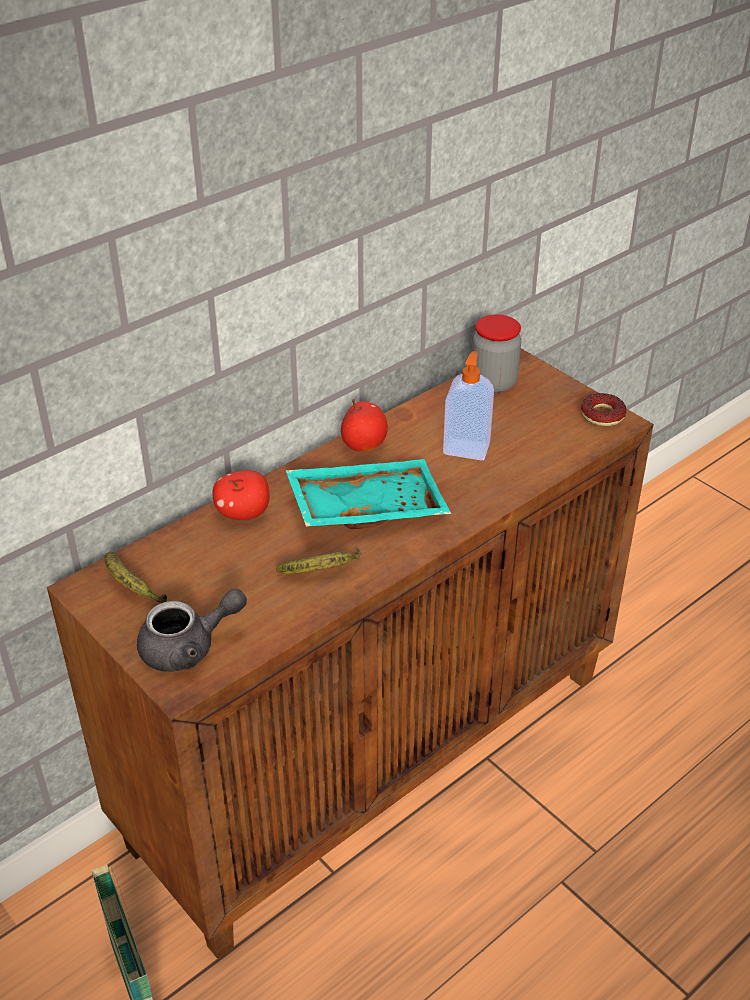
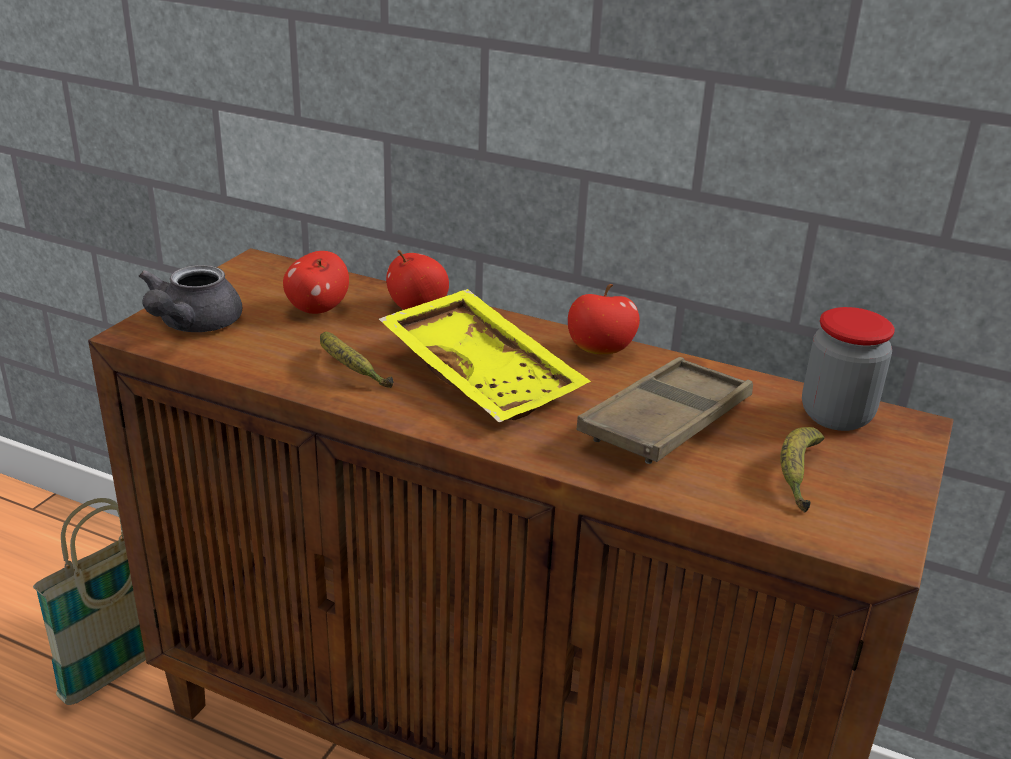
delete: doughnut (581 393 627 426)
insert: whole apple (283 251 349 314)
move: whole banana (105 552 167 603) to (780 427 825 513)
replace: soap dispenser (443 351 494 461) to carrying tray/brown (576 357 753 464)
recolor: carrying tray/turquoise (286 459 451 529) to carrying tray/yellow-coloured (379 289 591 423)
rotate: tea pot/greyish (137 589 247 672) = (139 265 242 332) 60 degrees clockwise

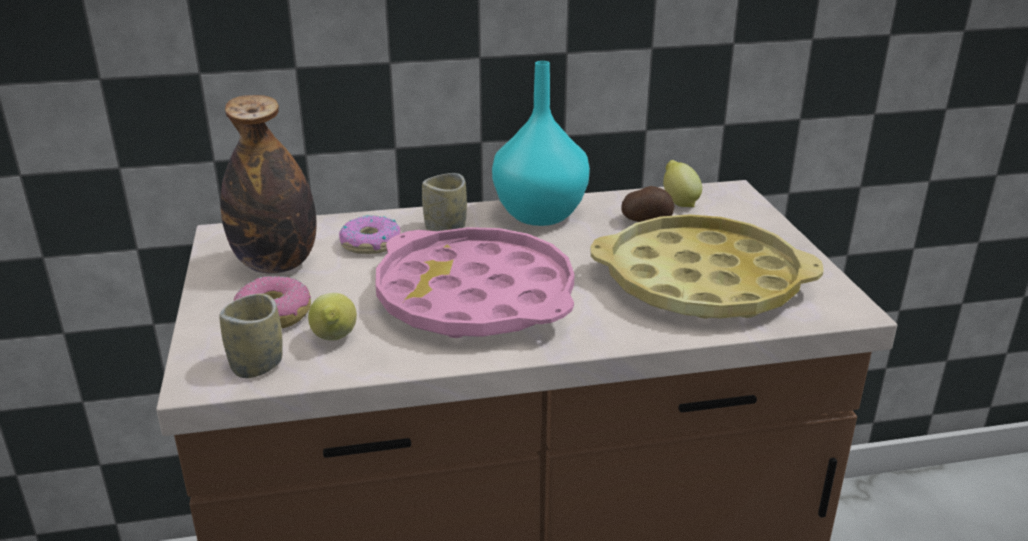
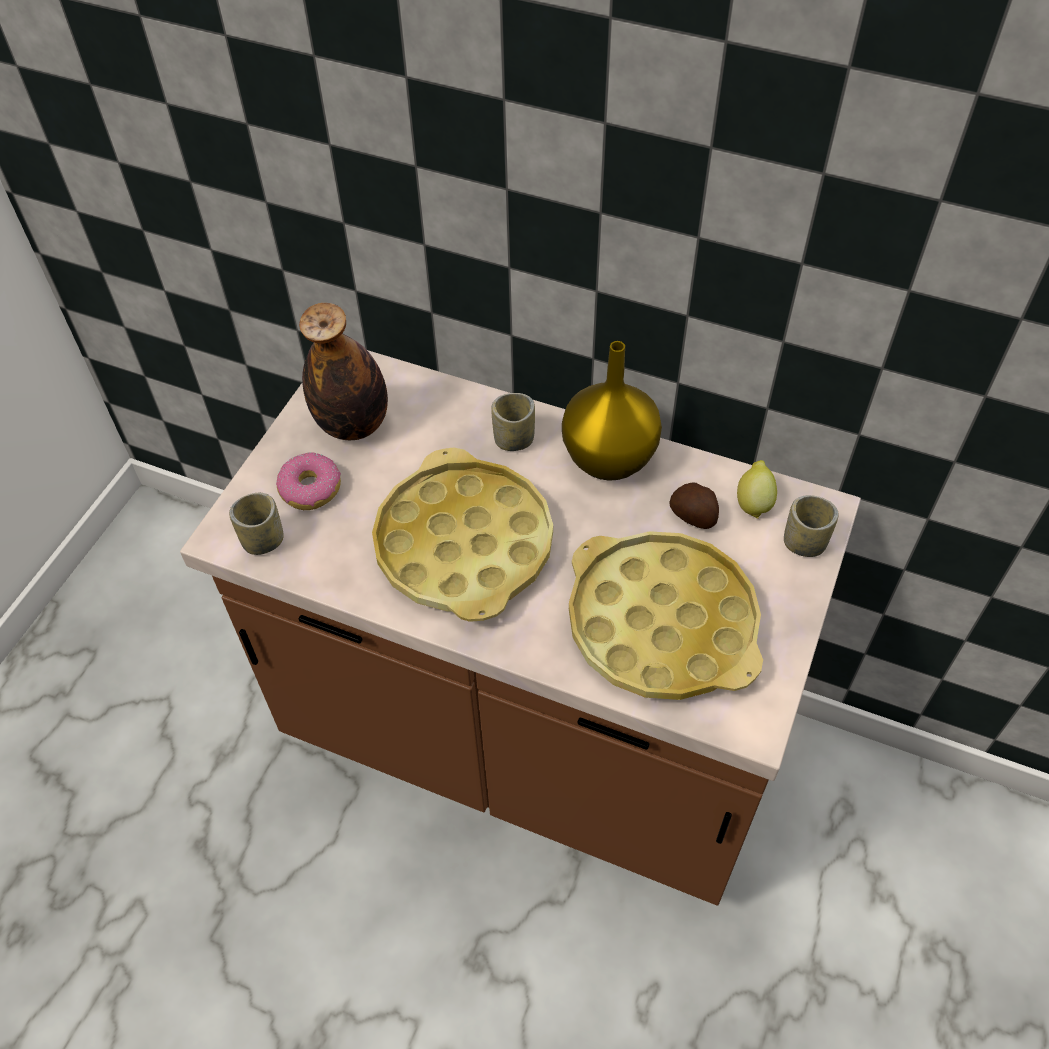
delete: whole lemon (308 293 357 341); doughnut (339 215 401 254)
insert: drinking cup (784 495 839 557)
recolor: carrying tray/pink (375 227 575 338) to carrying tray/yellow-coloured (372 448 553 622); vase/turquoise (492 61 590 226) to vase/yellow-coloured (562 341 662 481)

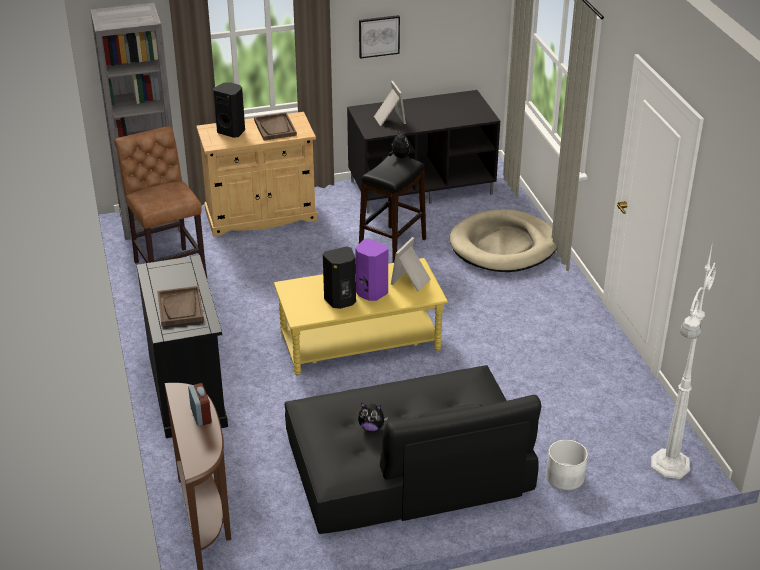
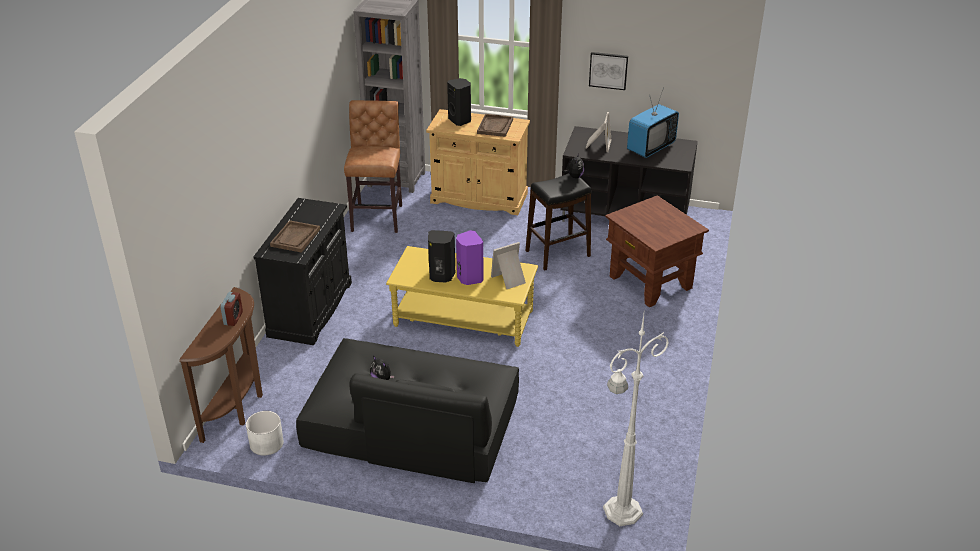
insert: television (627 88 679 158)
move: planter/whitish (546 439 588 490) to (246 411 284 456)
replace: dog cushion/beige-coloured (450 209 557 272) to accent table/brown (605 195 709 307)

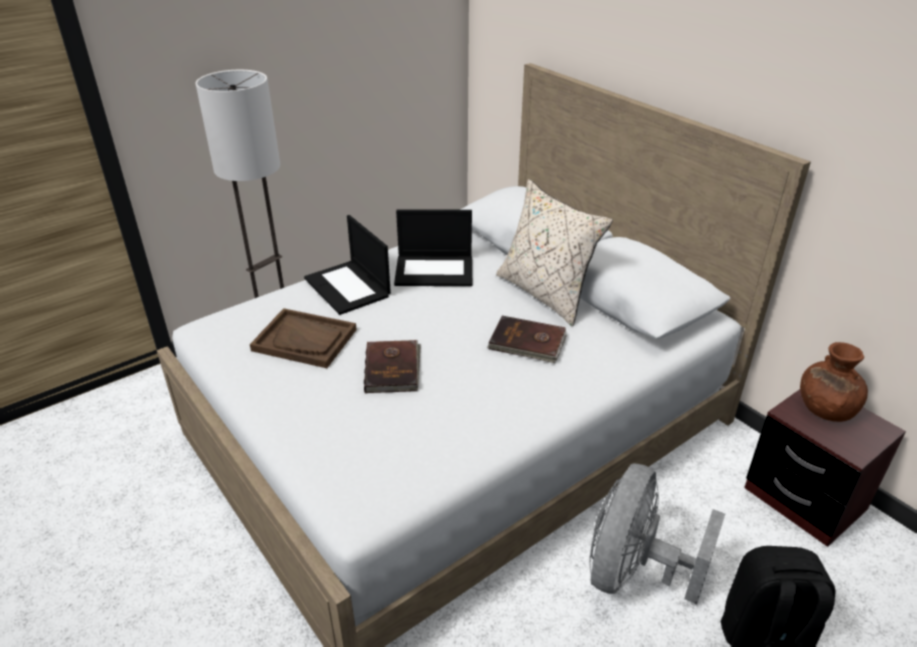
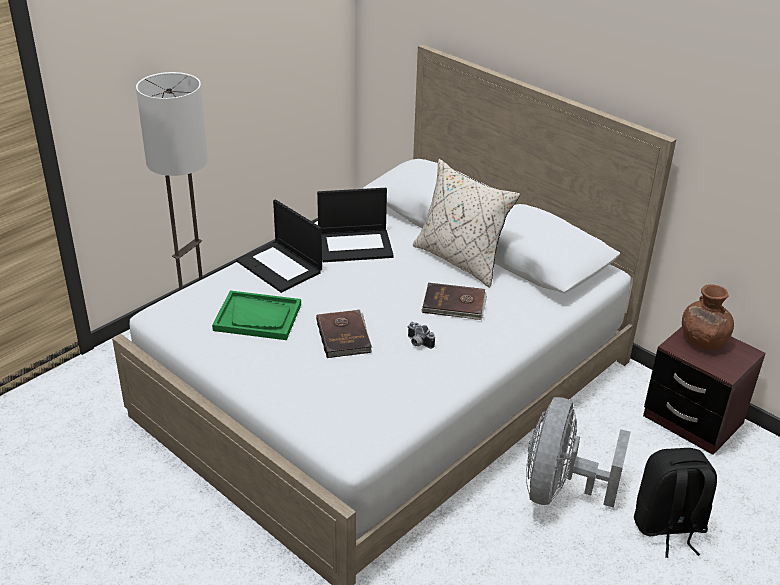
insert: still camera (407 322 435 349)
recolor: carrying tray/brown (250 308 357 368) to carrying tray/greenish (212 291 301 340)

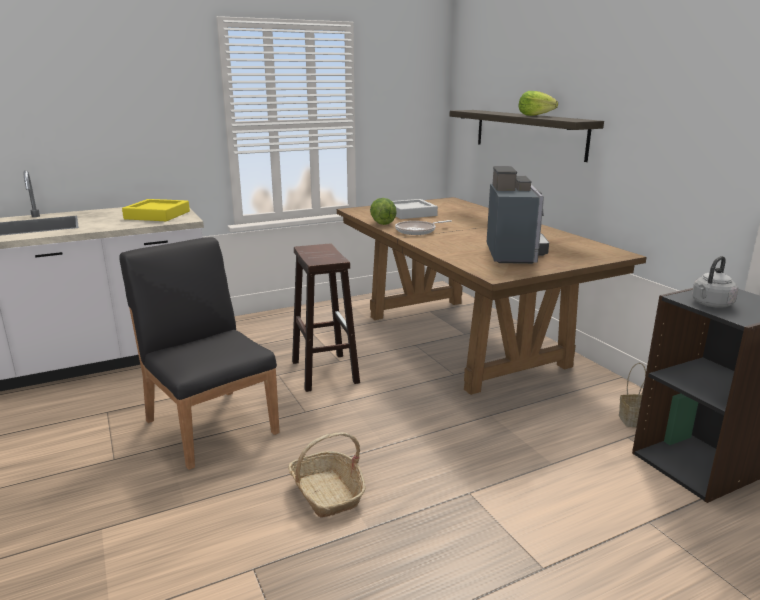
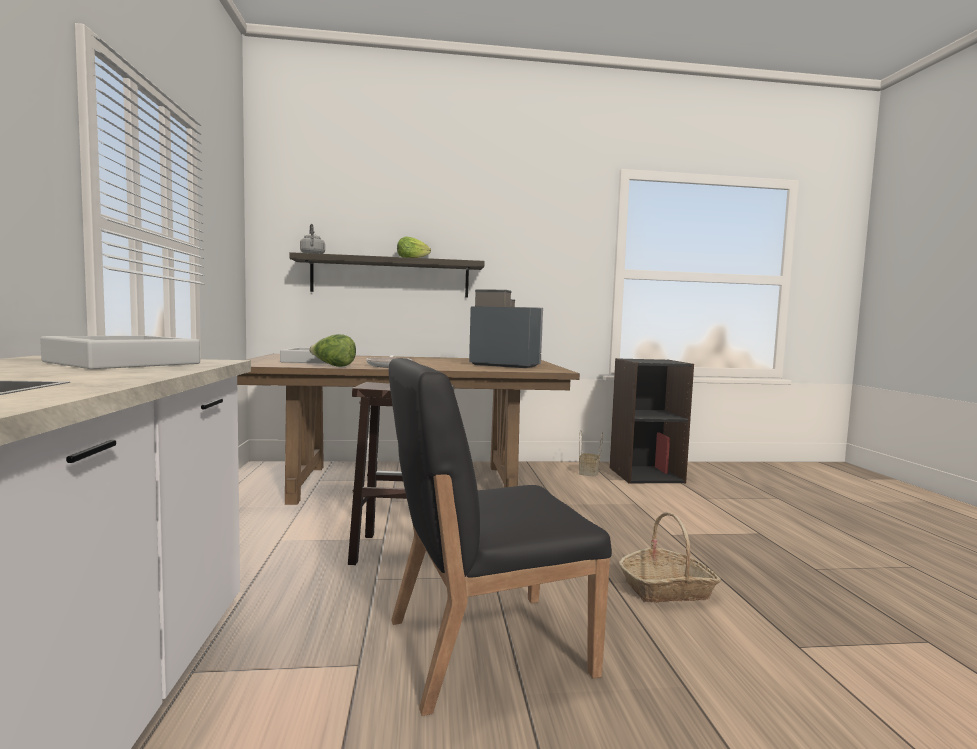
move: tea kettle/greyish (692 256 738 308) to (300 224 325 254)
recolor: carrying tray/yellow-coloured (122 199 190 221) to carrying tray/greyish (40 336 200 369)

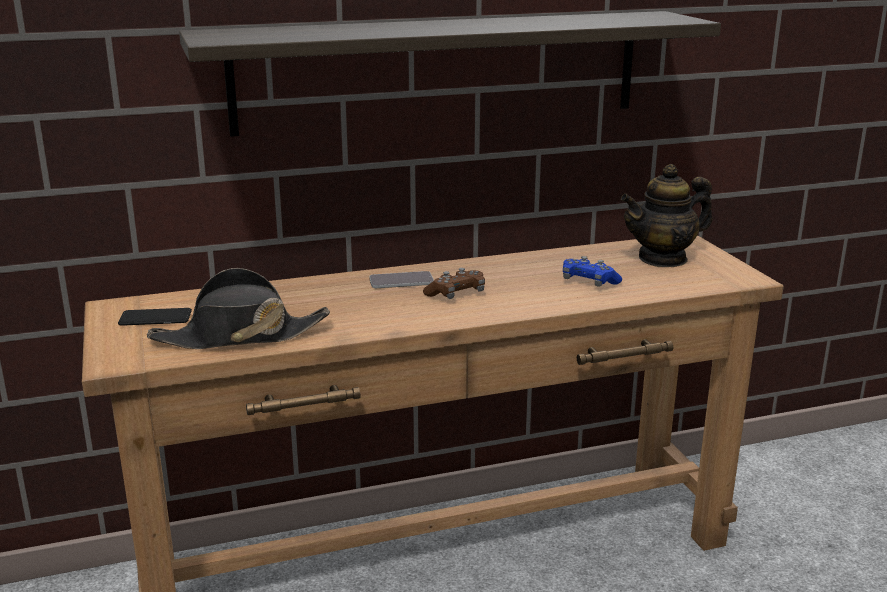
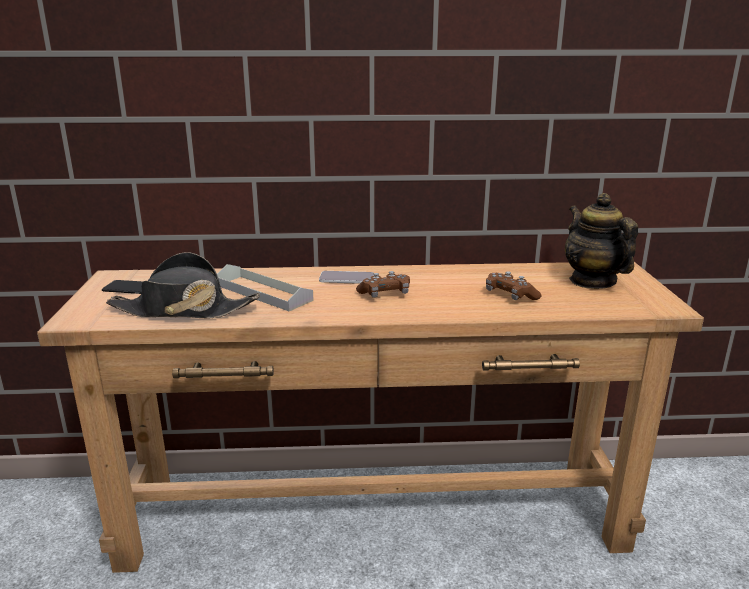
delete: shelf (179 11 721 137)
insert: carrying tray/greyish (217 264 314 312)
recolor: gamepad/blue (563 256 622 287) to gamepad/brown (486 271 541 300)
rotate: tea pot (621 164 712 267) = (565 193 638 289) 75 degrees clockwise

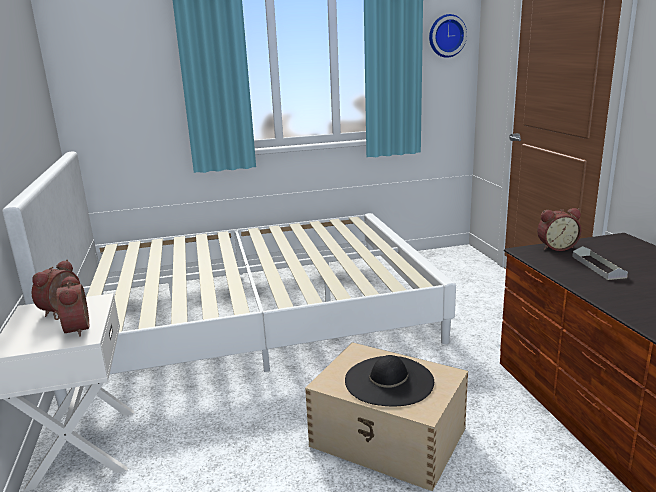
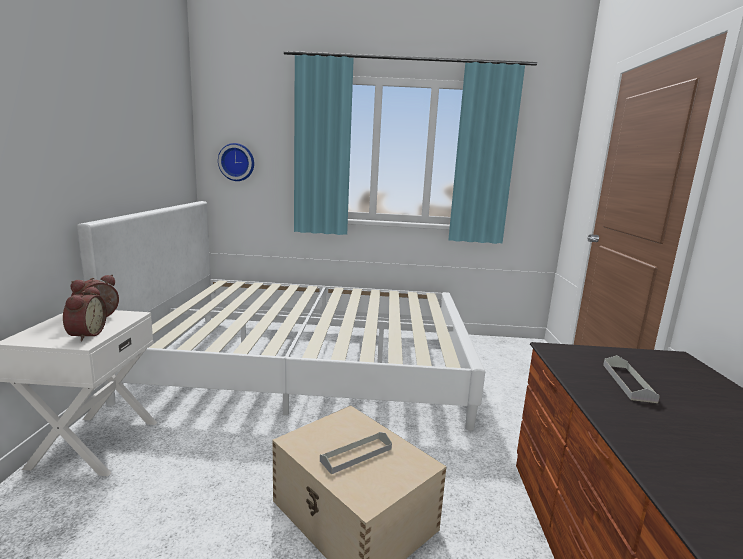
delete: table clock (537 208 581 251)
move: clock on the wall (429 14 467 58) to (218 143 254 181)
replace: wearable hat/blackish (345 355 434 406) to carrying tray/greyish (320 432 392 474)

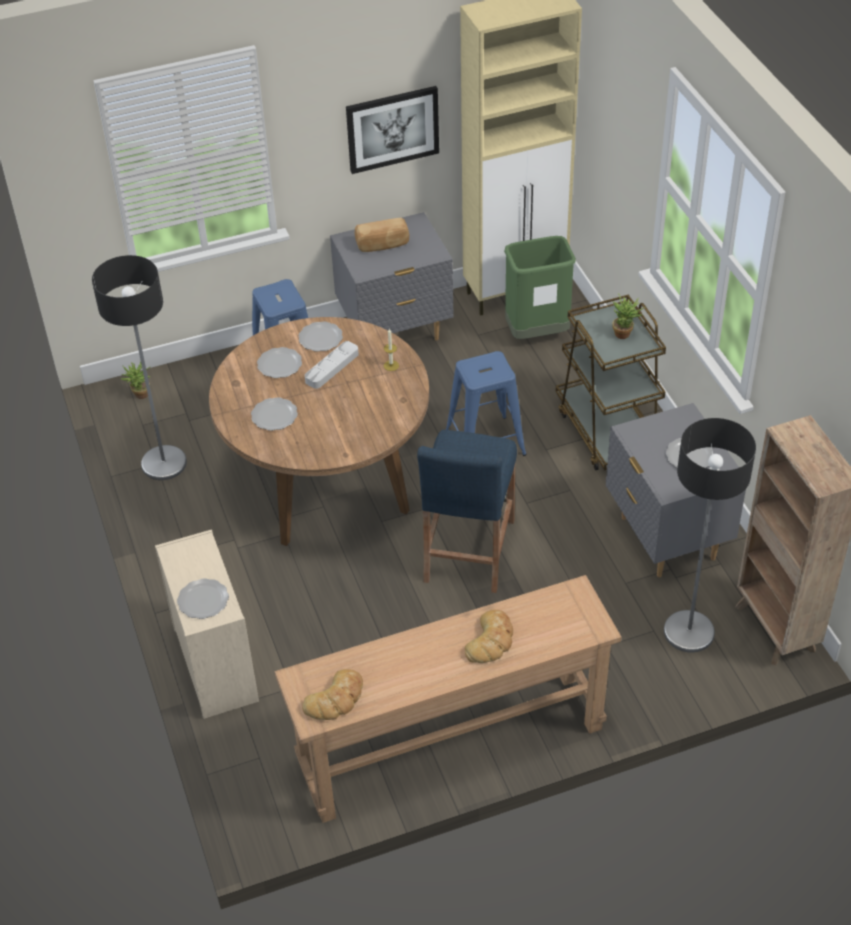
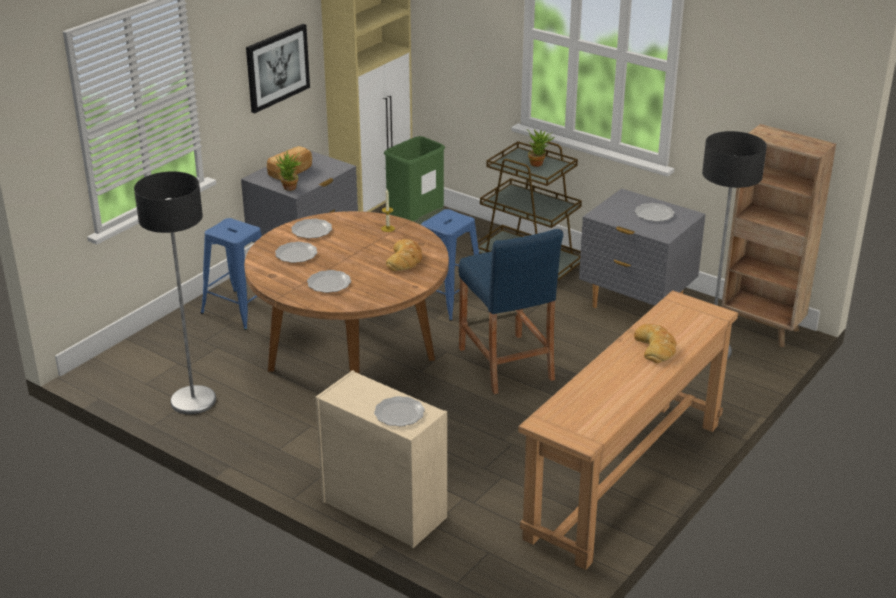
delete: carrying tray/greyish (305 341 359 389)
move: plant in a pot (121 361 151 399) to (276 151 302 191); bread (302 669 363 720) to (386 239 422 271)

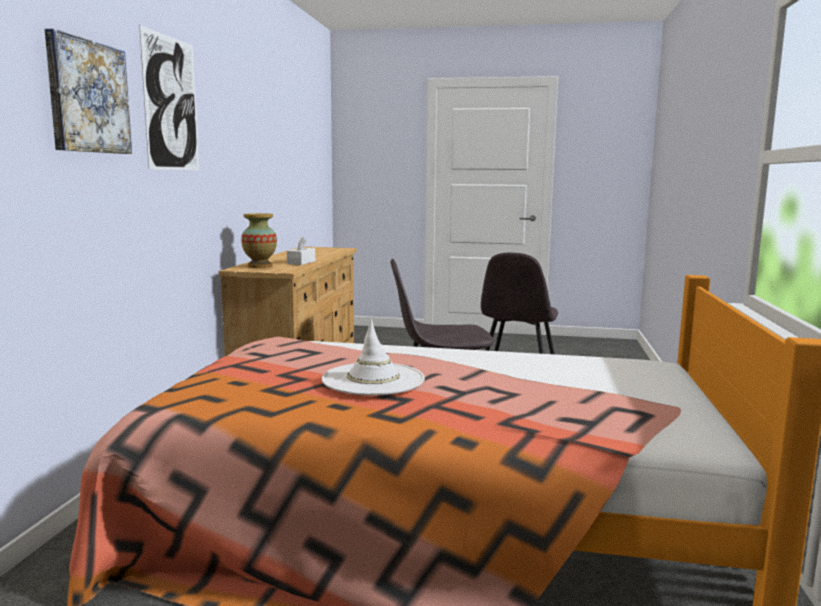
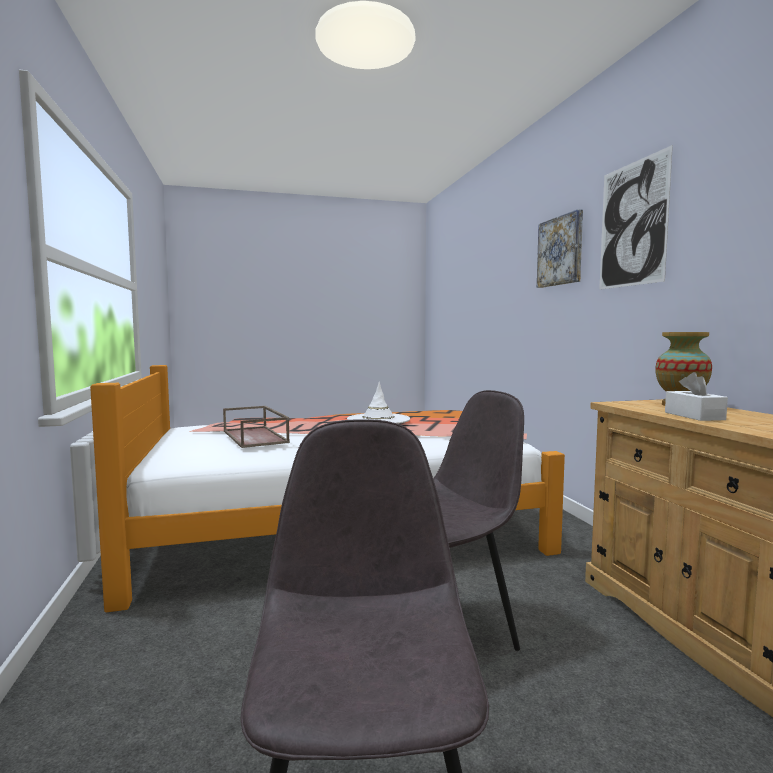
insert: carrying tray/brown (223 406 290 448)

